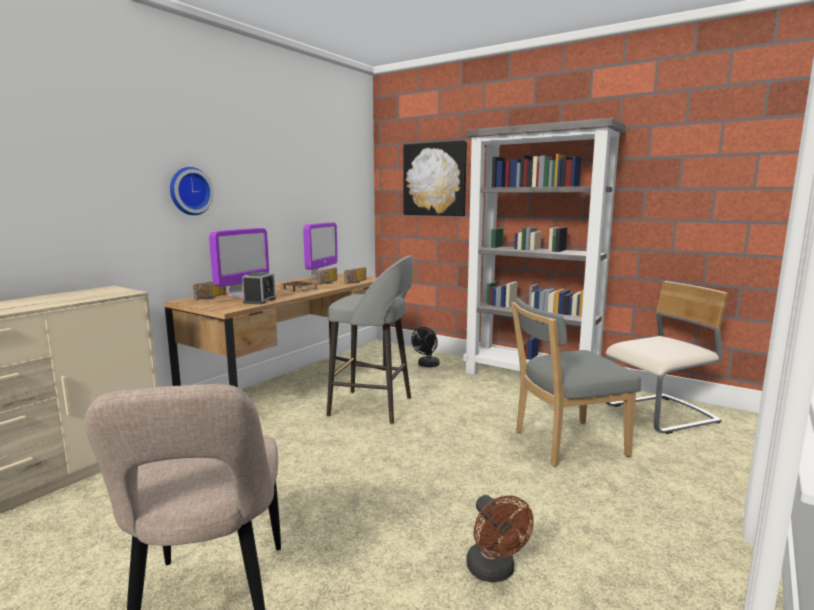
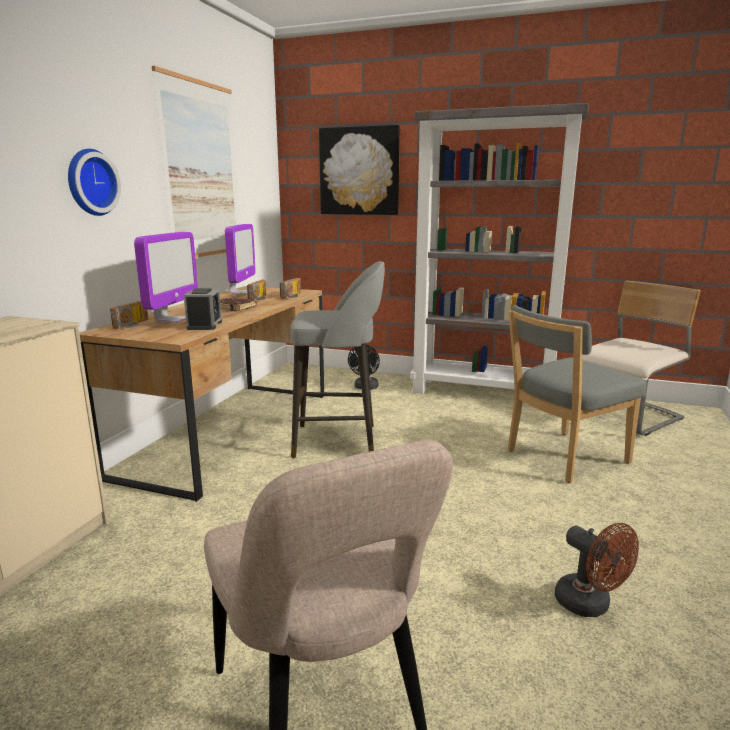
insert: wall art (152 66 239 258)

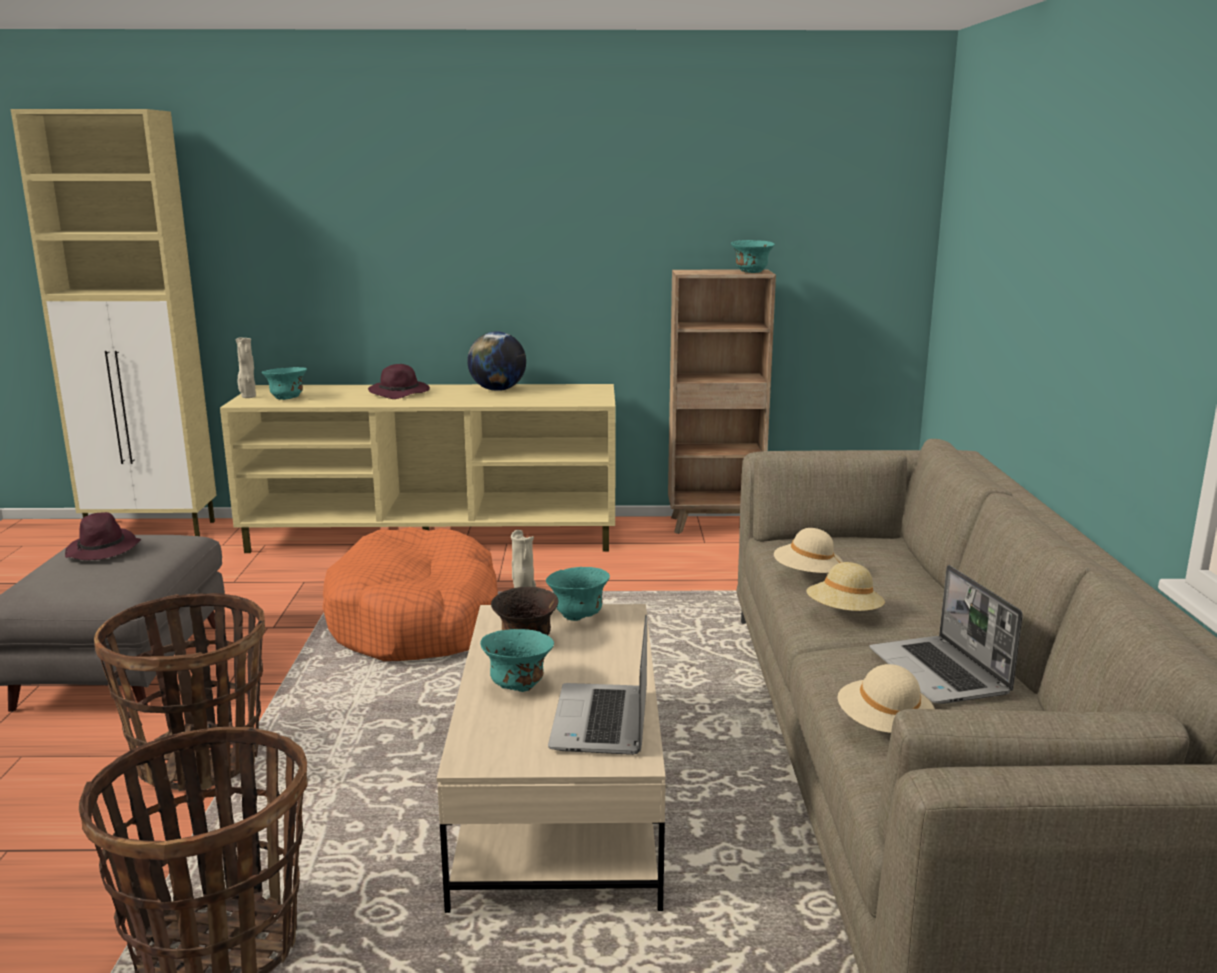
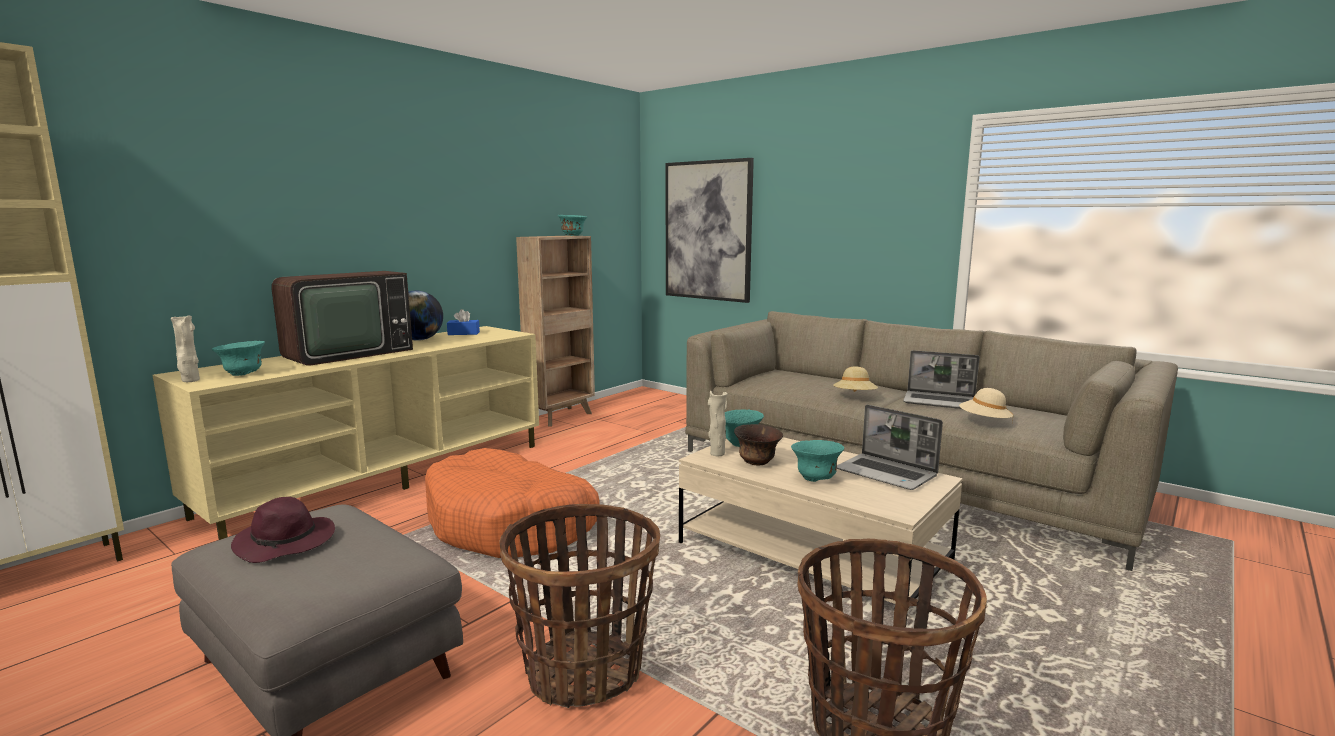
delete: wearable hat/beige-coloured (774 528 843 573)
insert: tissue holder/blue (447 309 480 335); wall art (666 158 754 303)
replace: wearable hat/purple-coloured (368 364 430 399) to television (271 271 413 365)

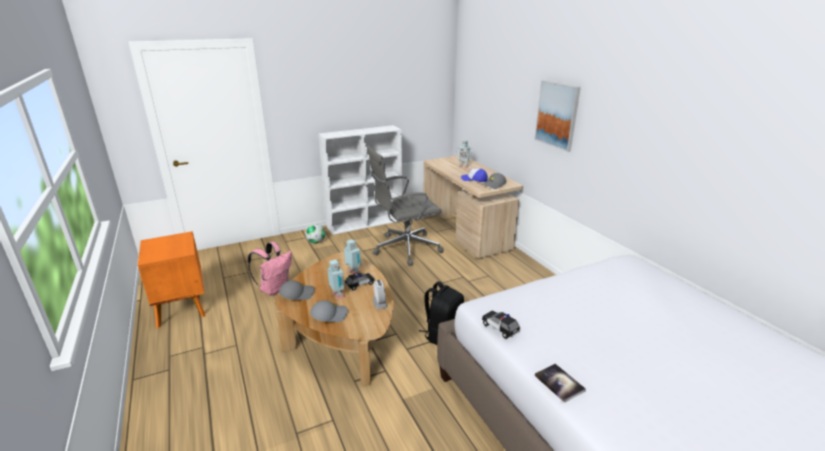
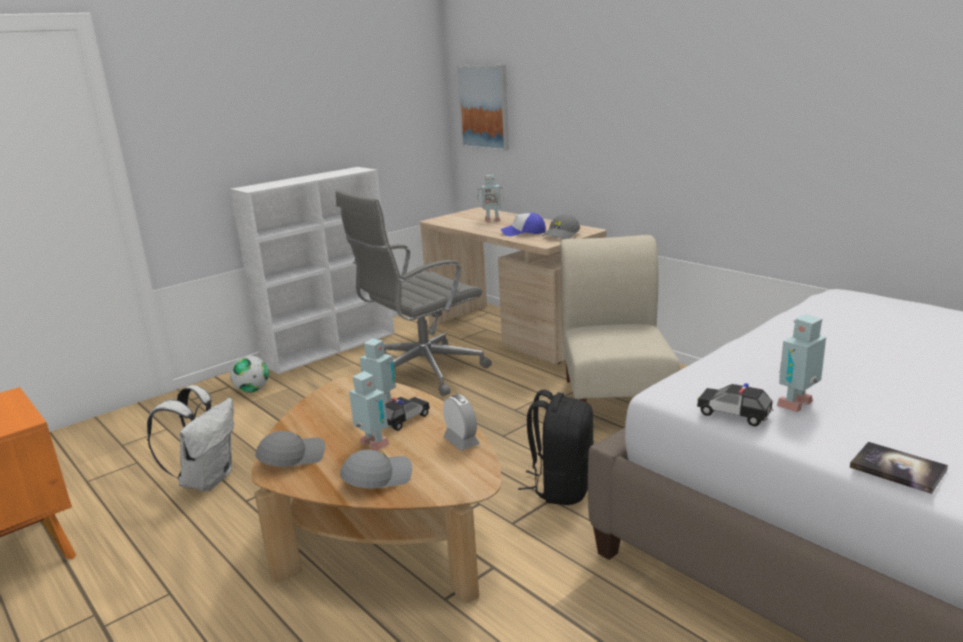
insert: chair/beige-coloured (560 235 680 402); model robot (777 314 826 412)
move: wall art (534 80 581 152) to (457 65 509 151)
recolor: knapsack/pink (248 242 292 296) to knapsack/whitish (147 385 234 491)

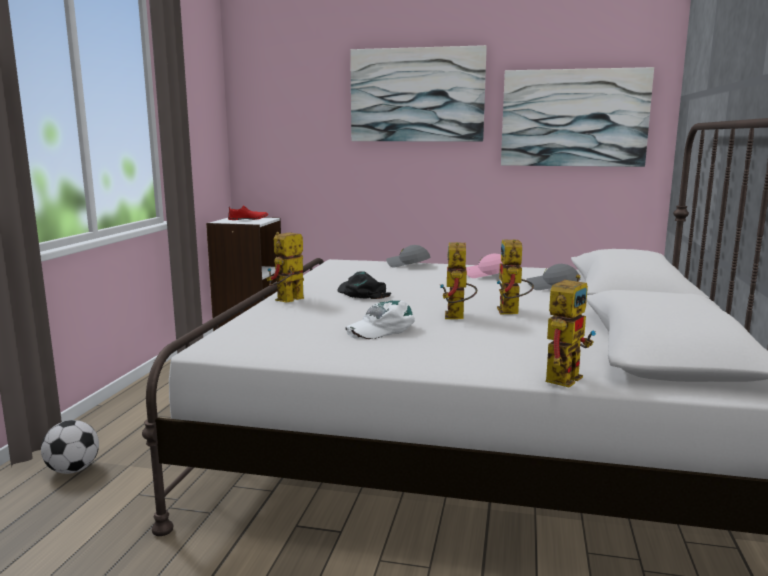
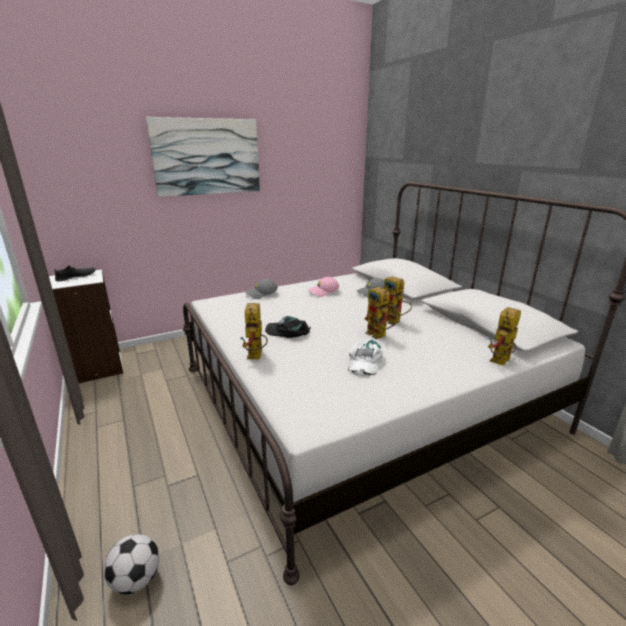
delete: wall art (501 67 654 167)
recolor: low shoe/reddish (228 206 268 220) to low shoe/blackish (54 266 96 281)
rotate: model robot (546 274 596 387) = (488 307 521 365) 135 degrees counterclockwise

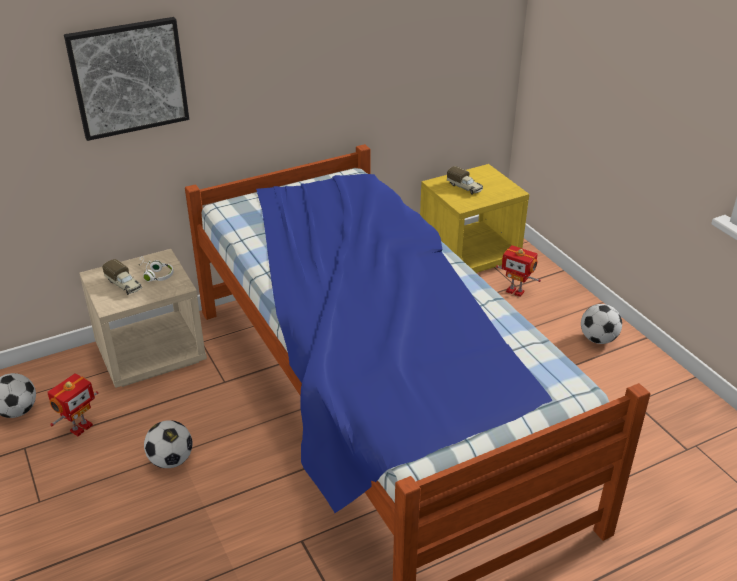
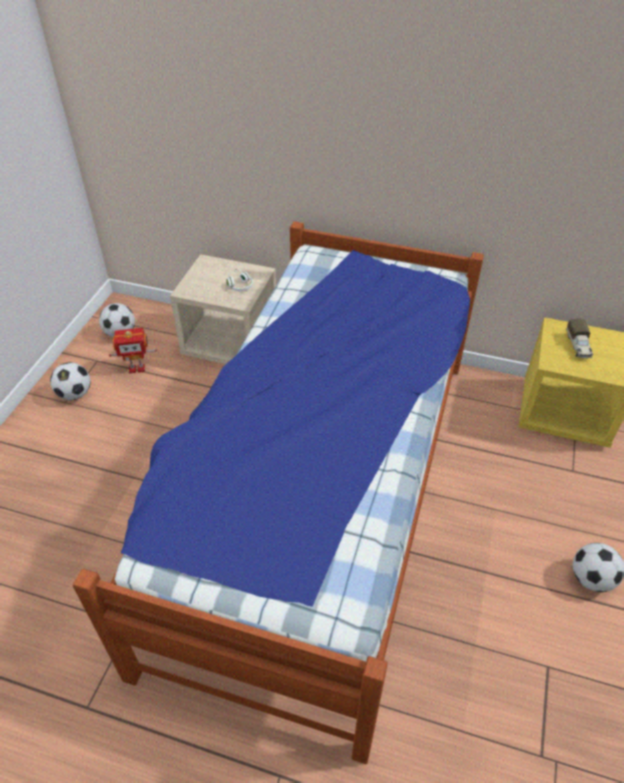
delete: wall art (64 17 189 141); toy truck (102 259 142 295); model robot (496 245 541 297)
move: football ball (144 420 193 468) to (50 362 91 400)

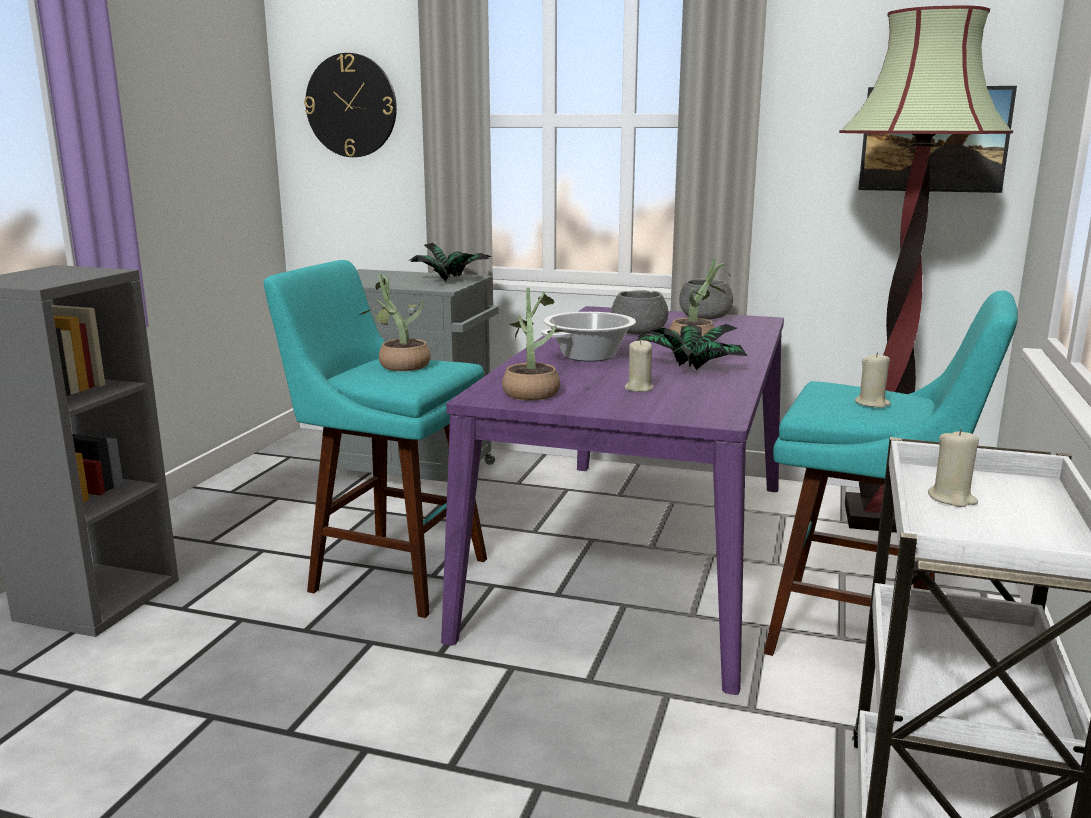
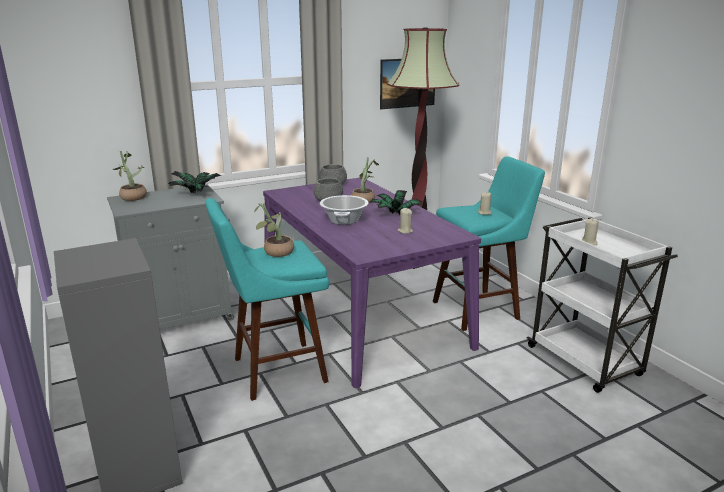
delete: clock on the wall (304 53 397 157)
move: plant in a pot (502 288 565 401) to (113 151 147 201)

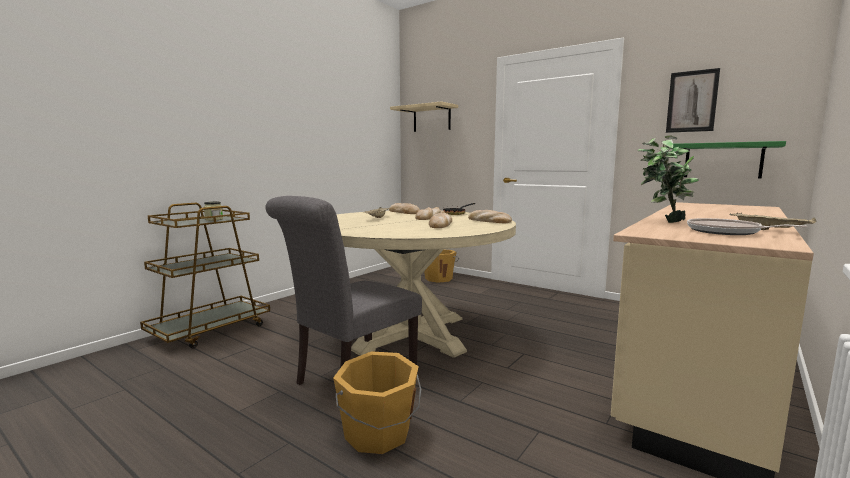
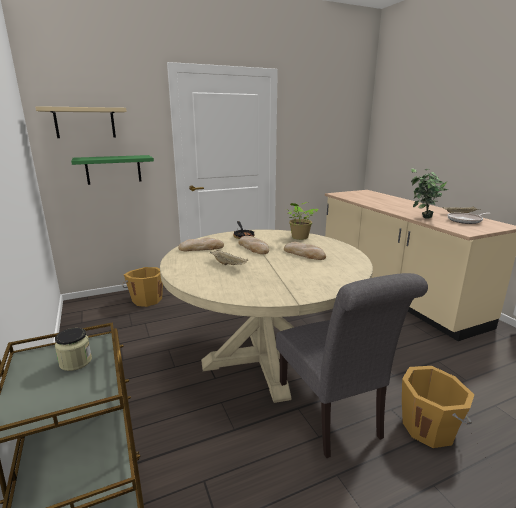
delete: wall art (666 68 720 133)
move: shelf/greenish (672 141 786 178) to (71 155 154 185)
replace: bread (468 210 512 223) to plant in a pot (286 202 319 240)

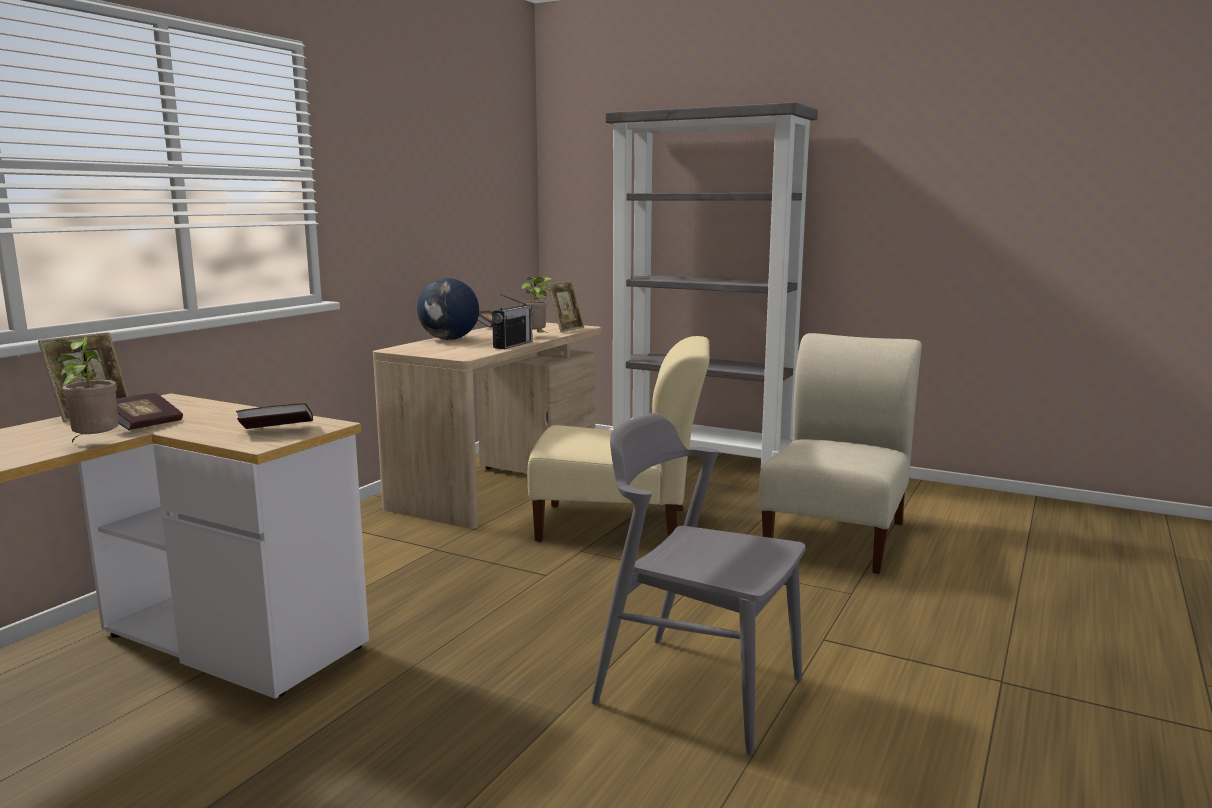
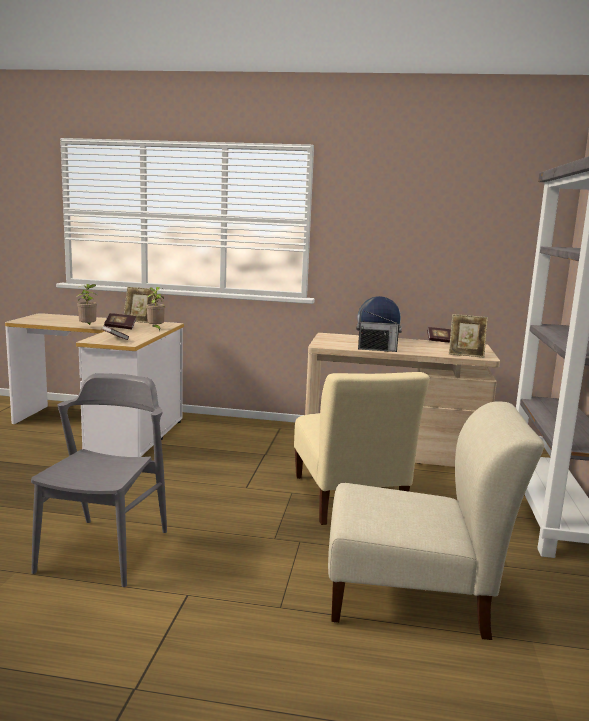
move: plant in a pot (521 277 552 334) to (146 287 165 331)

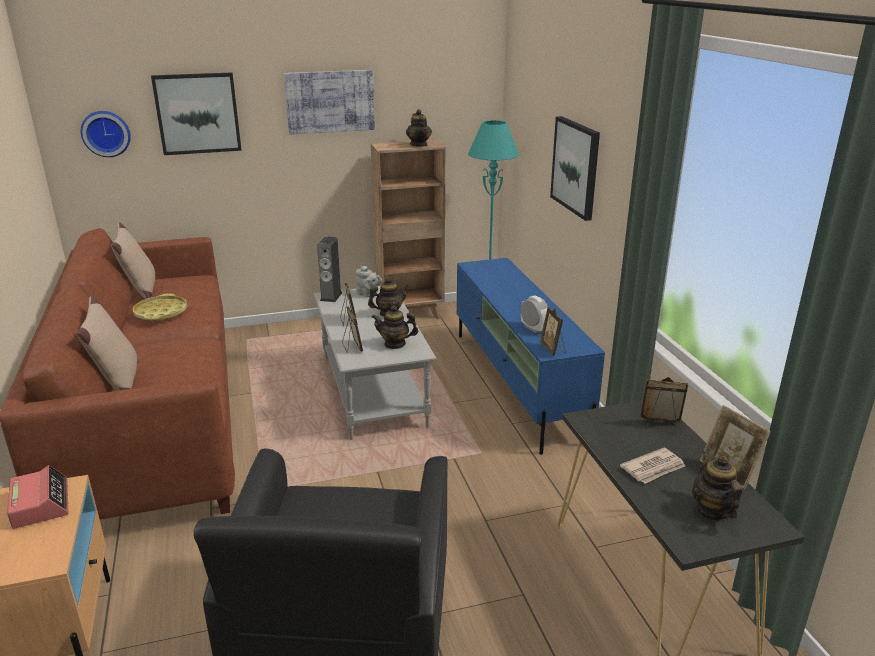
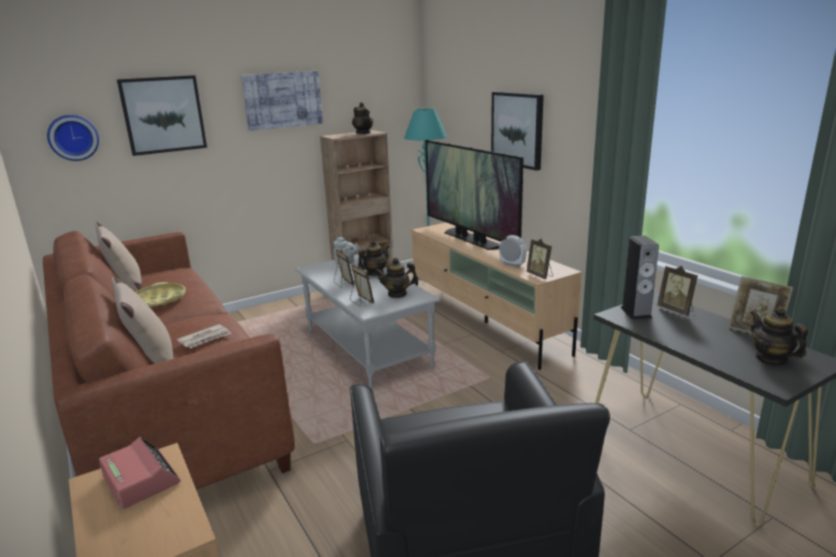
insert: television (425 140 524 250)
move: loudspeaker (317 236 342 302) to (620 235 659 320); daily paper (620 448 685 484) to (177 324 231 348)
recolor: tv unit/blue (457 258 605 455) to tv unit/beige-coloured (412 222 582 370)
rotate: picture frame (640 377 688 433) = (657 266 698 316) 120 degrees counterclockwise

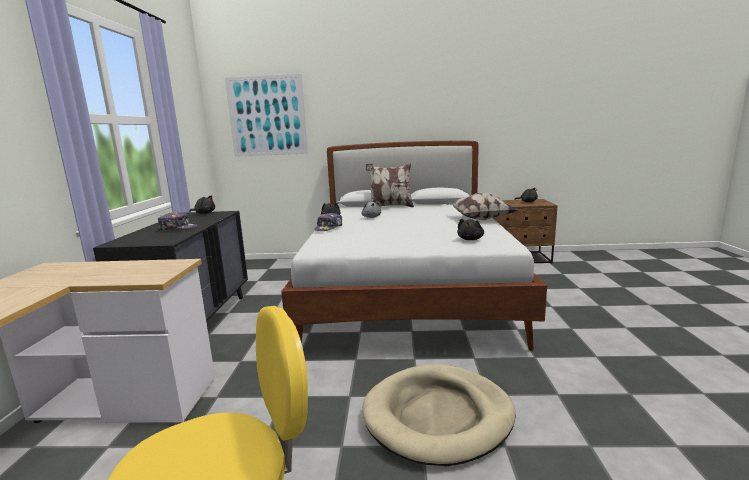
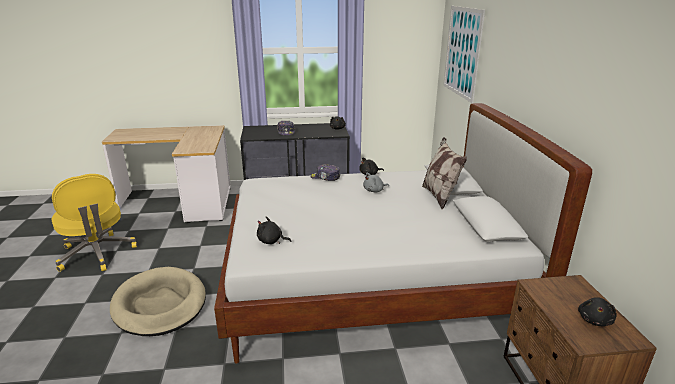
delete: cushion (446 193 518 220)

